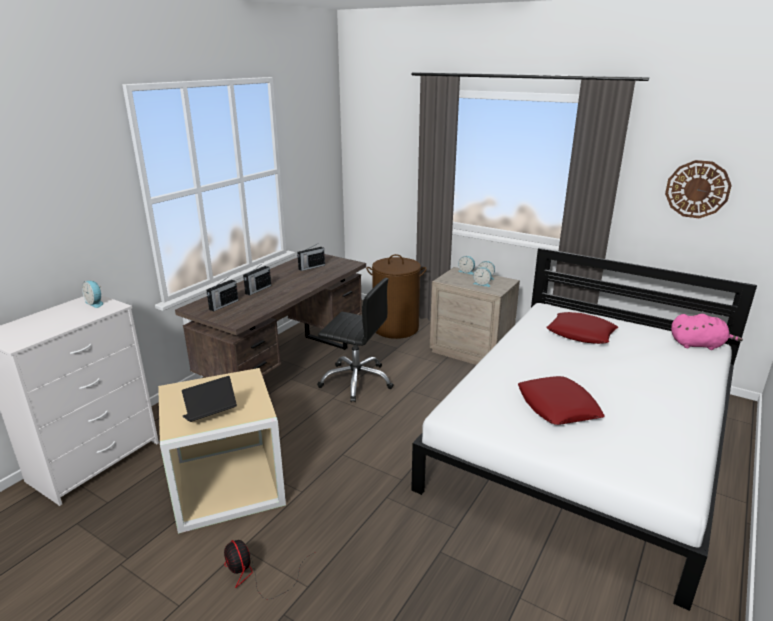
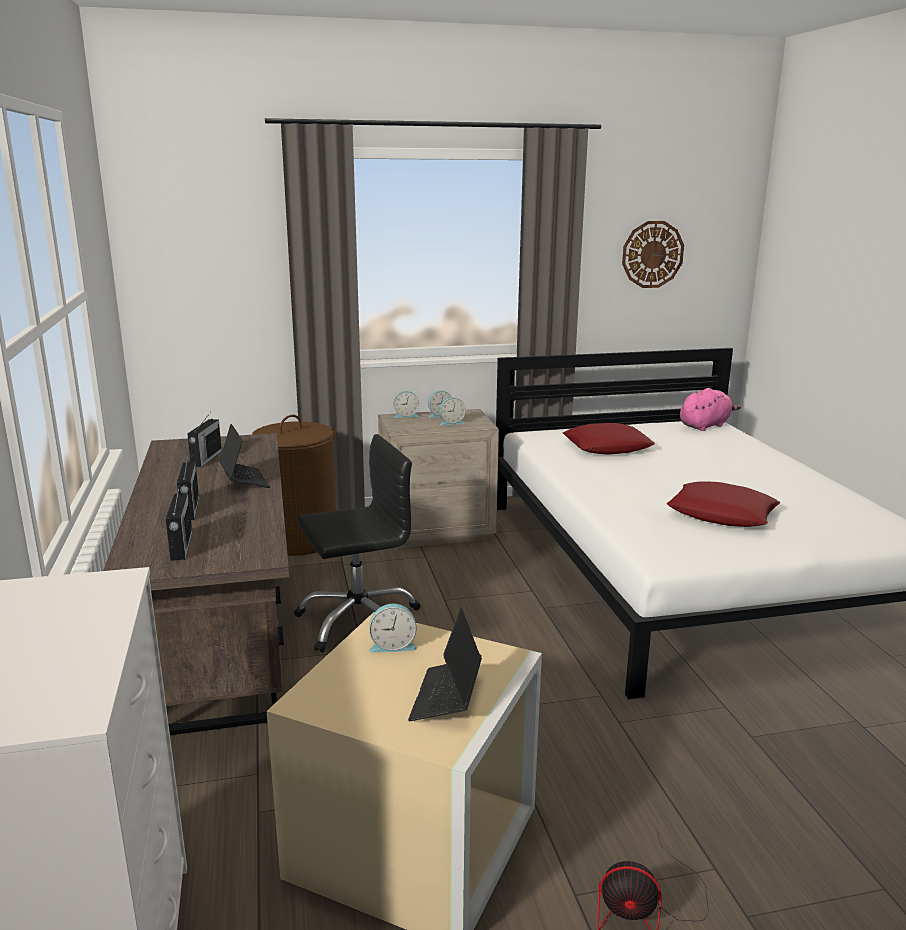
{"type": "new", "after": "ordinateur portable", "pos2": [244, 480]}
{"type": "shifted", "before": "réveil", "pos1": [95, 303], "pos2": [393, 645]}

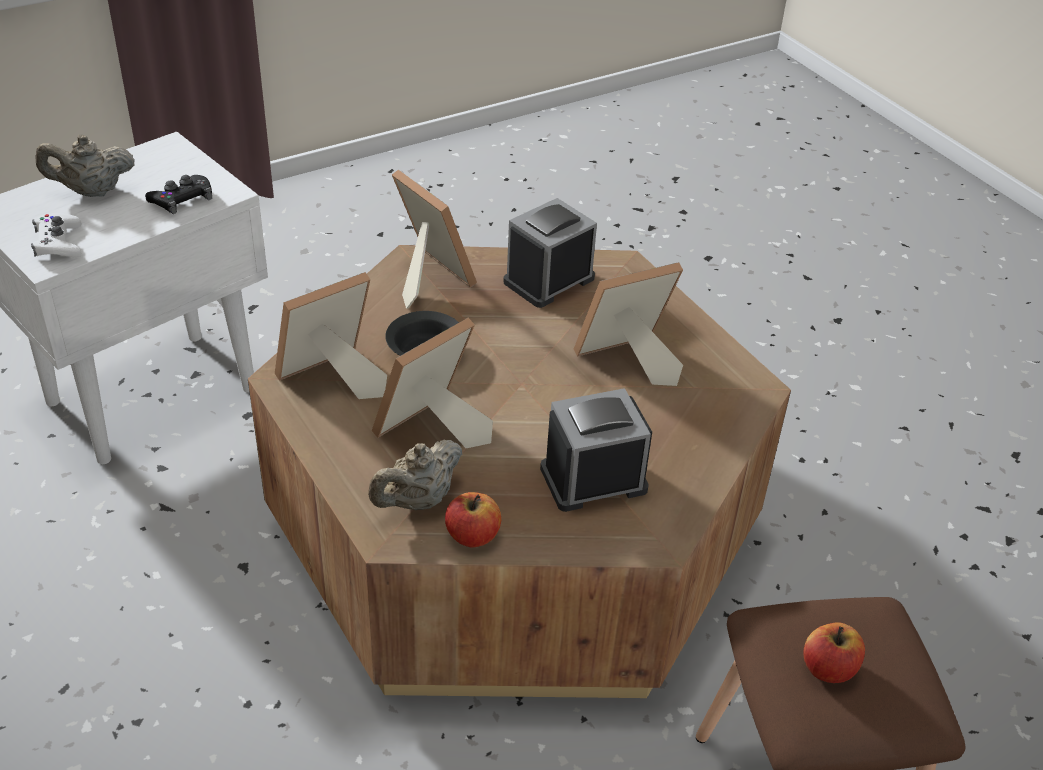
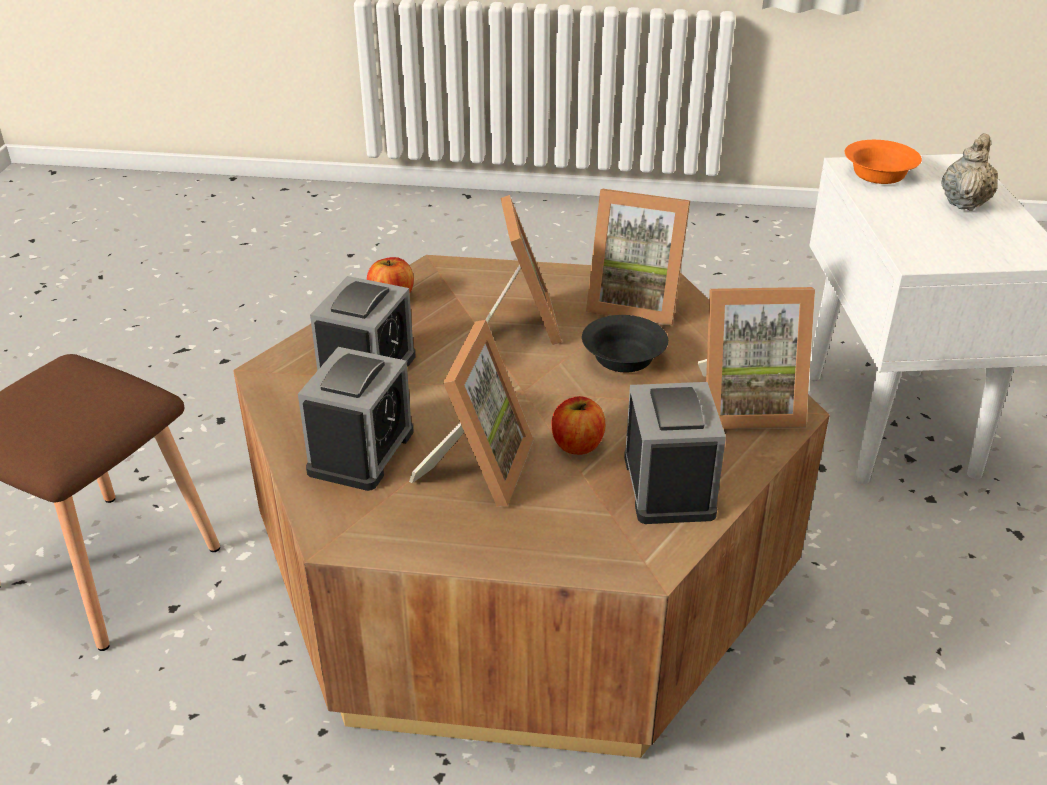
{"type": "new", "after": "réveil", "pos2": [361, 451]}
{"type": "shifted", "before": "pomme", "pos1": [829, 668], "pos2": [577, 445]}
{"type": "rotated", "before": "cadre photo", "pos1": [331, 380], "pos2": [635, 302], "turn": 105}
{"type": "swapped", "before": "manette (blanc)", "after": "bol (orange)", "pos1": [58, 243], "pos2": [880, 174]}
{"type": "gone", "before": "manette (noir)", "pos1": [181, 199]}
{"type": "gone", "before": "théière (beige)", "pos1": [417, 501]}

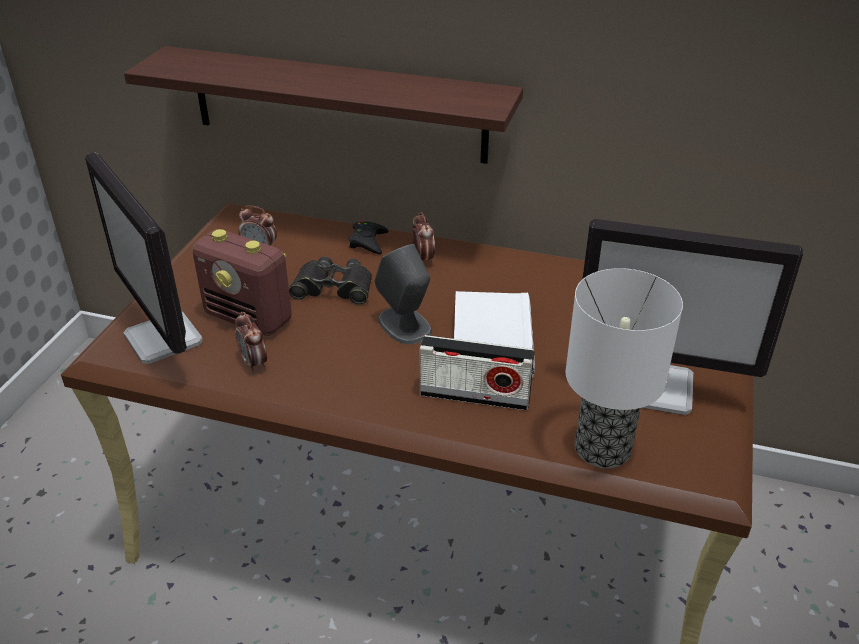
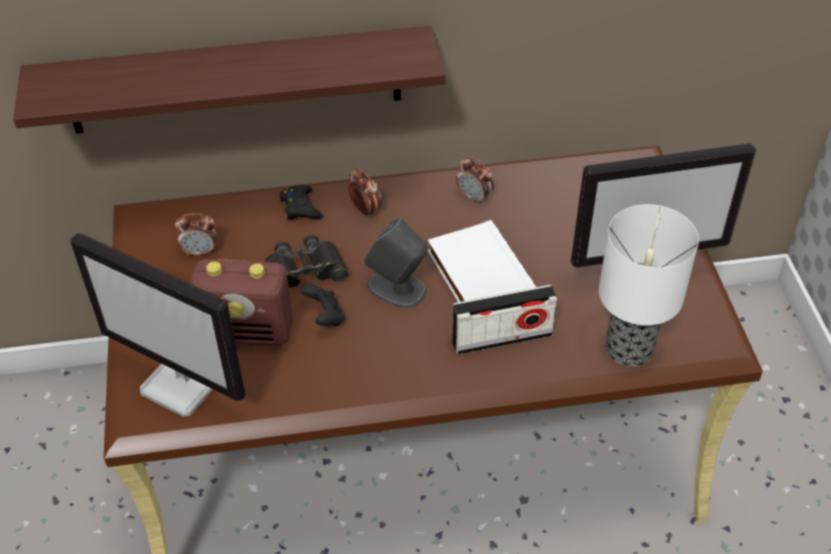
{"type": "new", "after": "manette (noir)", "pos2": [325, 317]}
{"type": "shifted", "before": "réveil", "pos1": [254, 363], "pos2": [474, 197]}

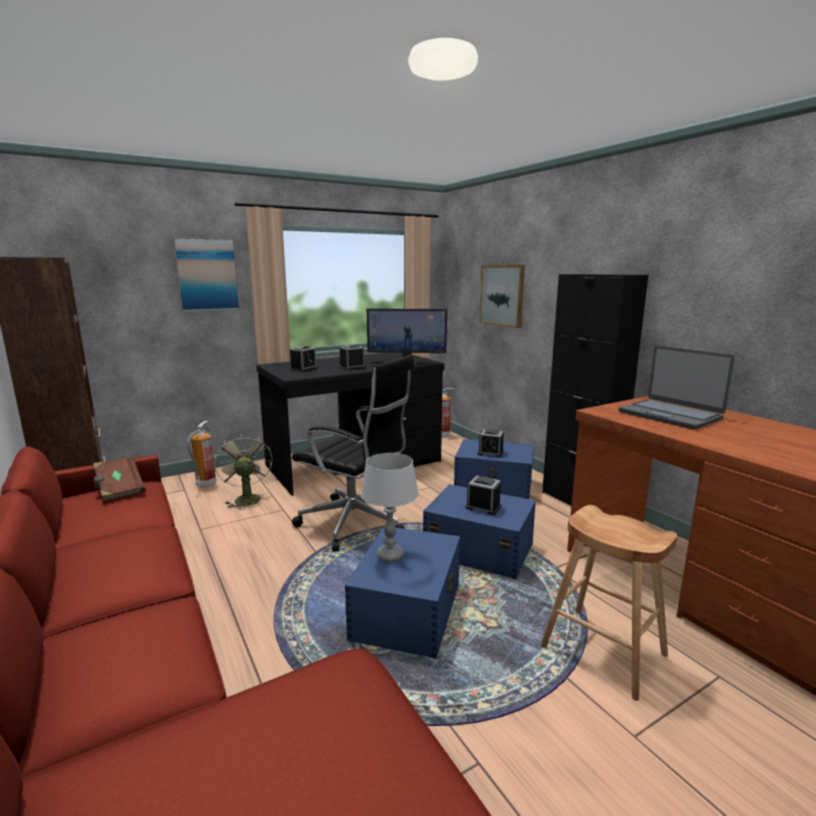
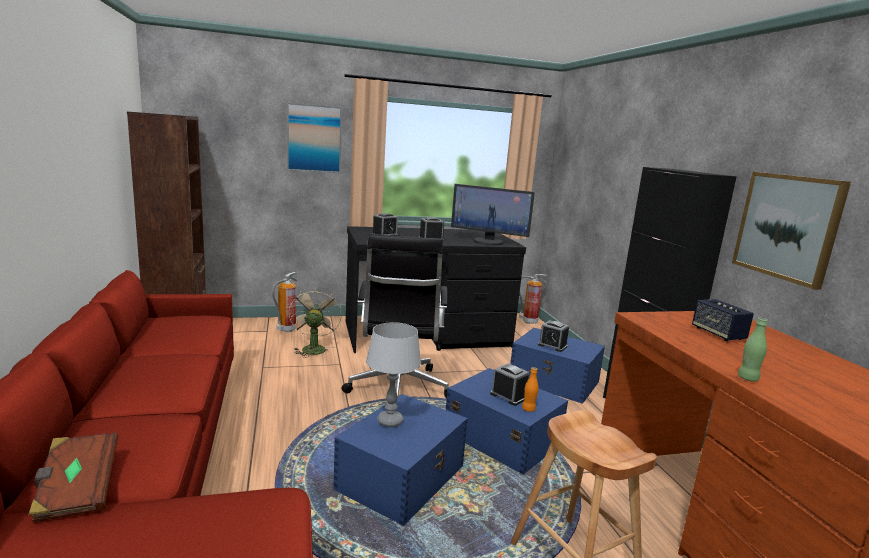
{"type": "shifted", "before": "livre (marron)", "pos1": [119, 490], "pos2": [77, 491]}
{"type": "rotated", "before": "chaise de bureau (noir)", "pos1": [356, 523], "pos2": [398, 389], "turn": 45}
{"type": "new", "after": "bouteille (orange)", "pos2": [528, 409]}
{"type": "swapped", "before": "ordinateur portable", "after": "enceinte", "pos1": [670, 415], "pos2": [718, 334]}
{"type": "shifted", "before": "tableau", "pos1": [502, 295], "pos2": [787, 227]}
{"type": "new", "after": "bouteille (vert)", "pos2": [747, 378]}

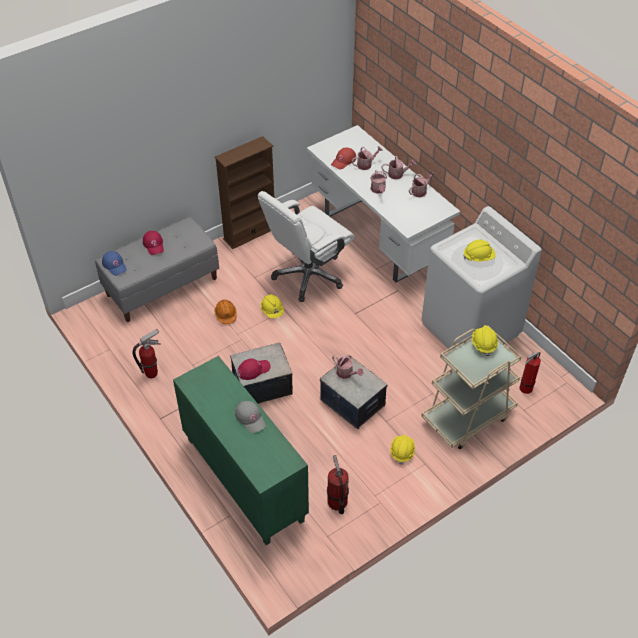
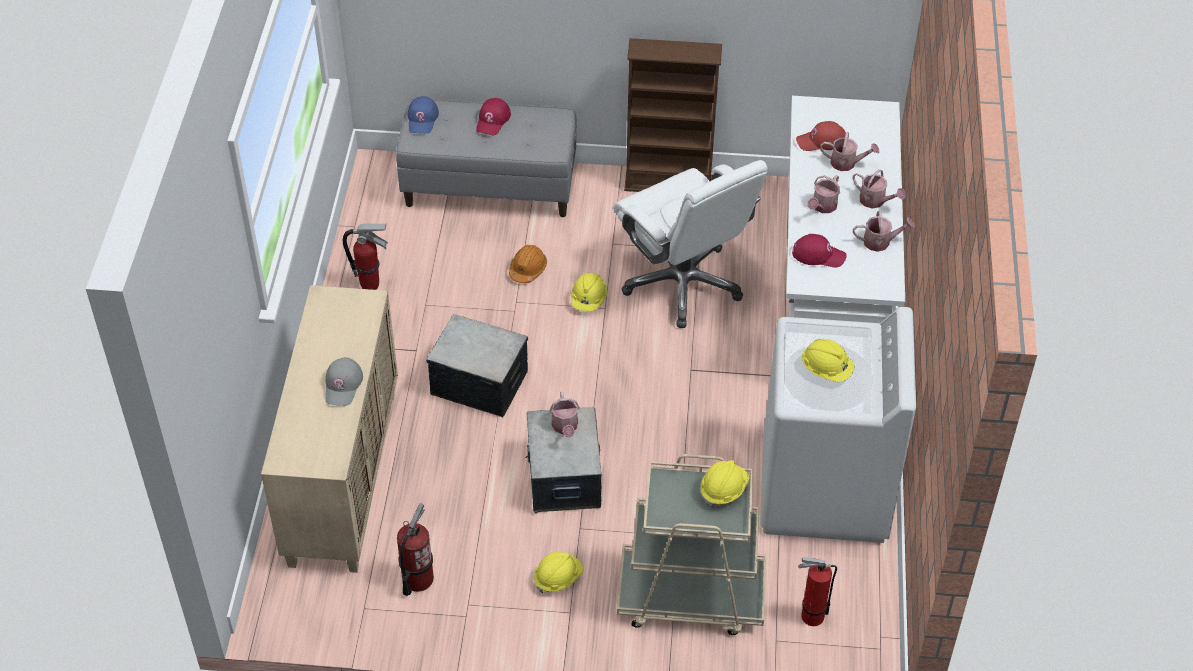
{"type": "repainted", "before": "meuble de rangement (vert)", "after": "meuble de rangement (beige)", "pos1": [243, 479], "pos2": [342, 476]}
{"type": "rotated", "before": "chaise de bureau (blanc)", "pos1": [308, 275], "pos2": [683, 283], "turn": -120}
{"type": "shifted", "before": "casquette (rouge)", "pos1": [253, 369], "pos2": [818, 255]}

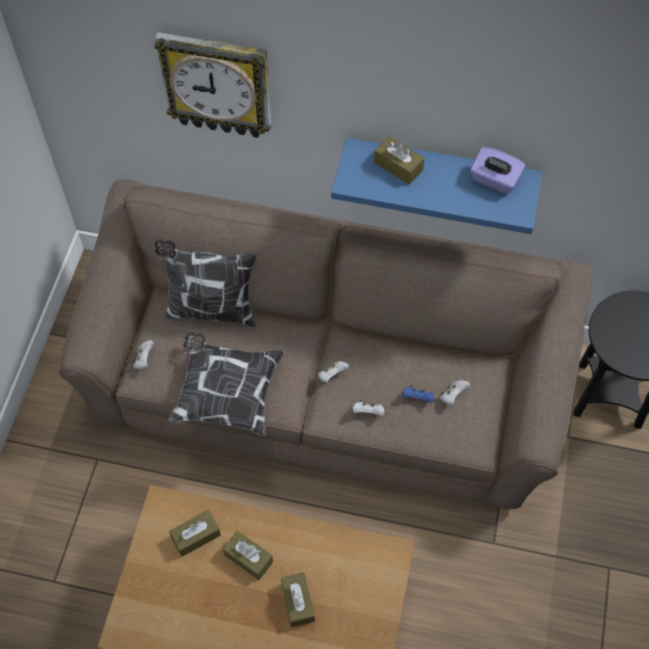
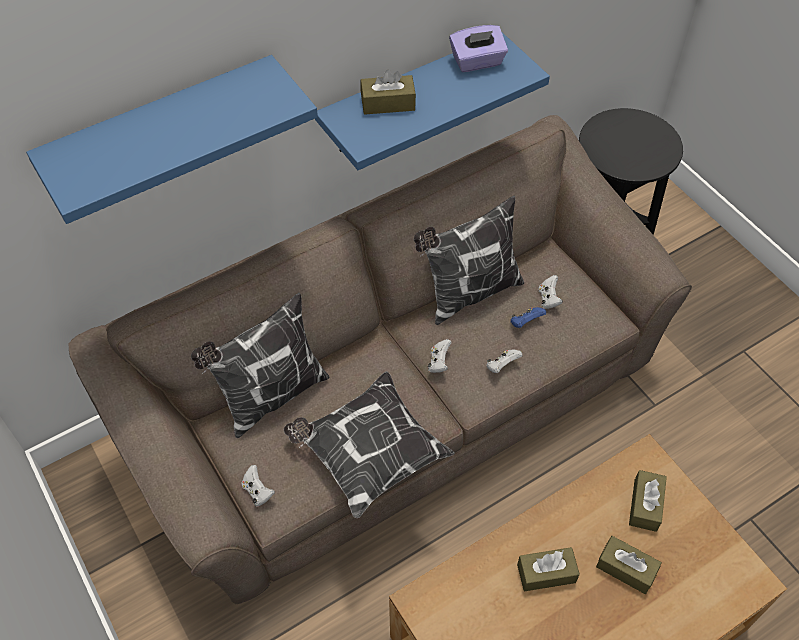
{"type": "swapped", "before": "horloge murale", "after": "étagère (bleu)", "pos1": [217, 84], "pos2": [162, 129]}
{"type": "new", "after": "coussin", "pos2": [468, 293]}
{"type": "shifted", "before": "boîte à mouchoirs (marron)", "pos1": [196, 536], "pos2": [645, 505]}

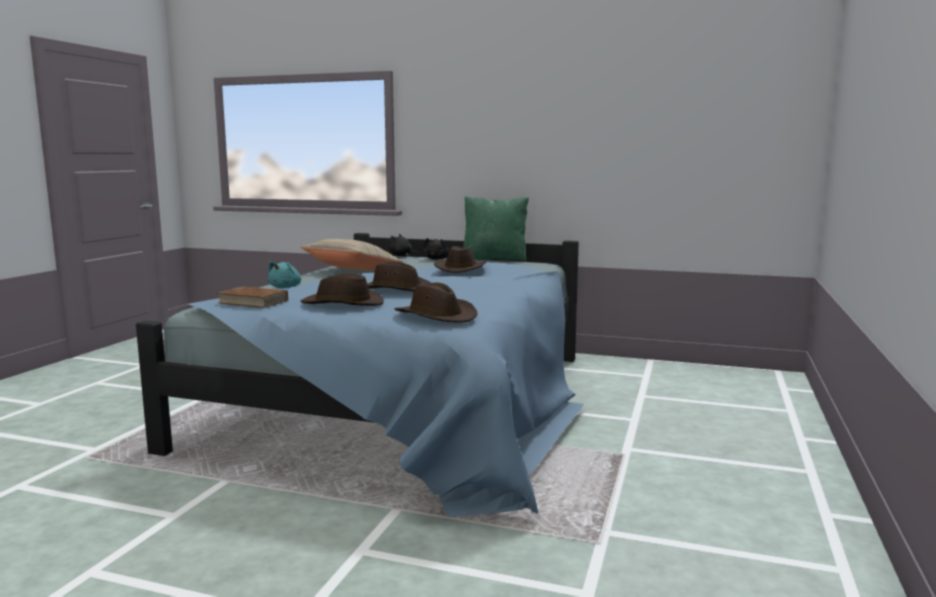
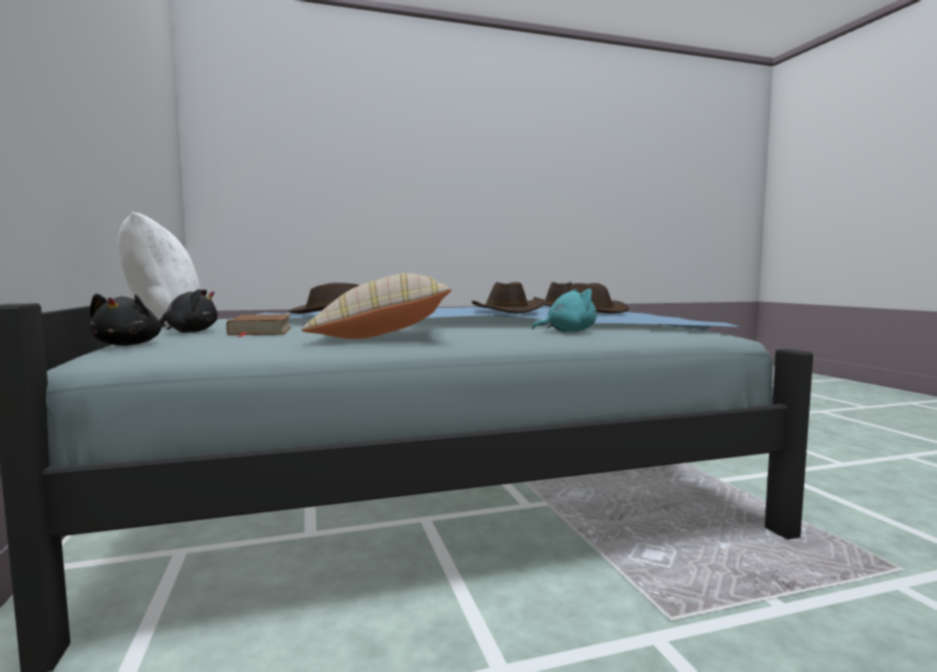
{"type": "repainted", "before": "coussin (vert)", "after": "coussin (blanc)", "pos1": [494, 259], "pos2": [164, 325]}
{"type": "shifted", "before": "livre (marron)", "pos1": [253, 301], "pos2": [261, 331]}

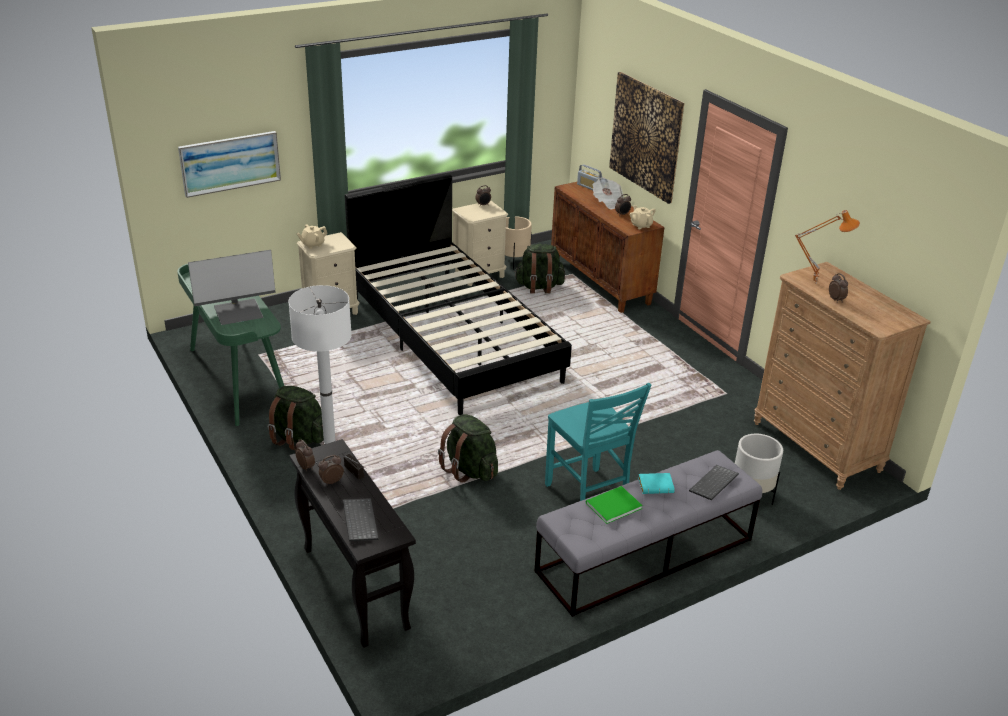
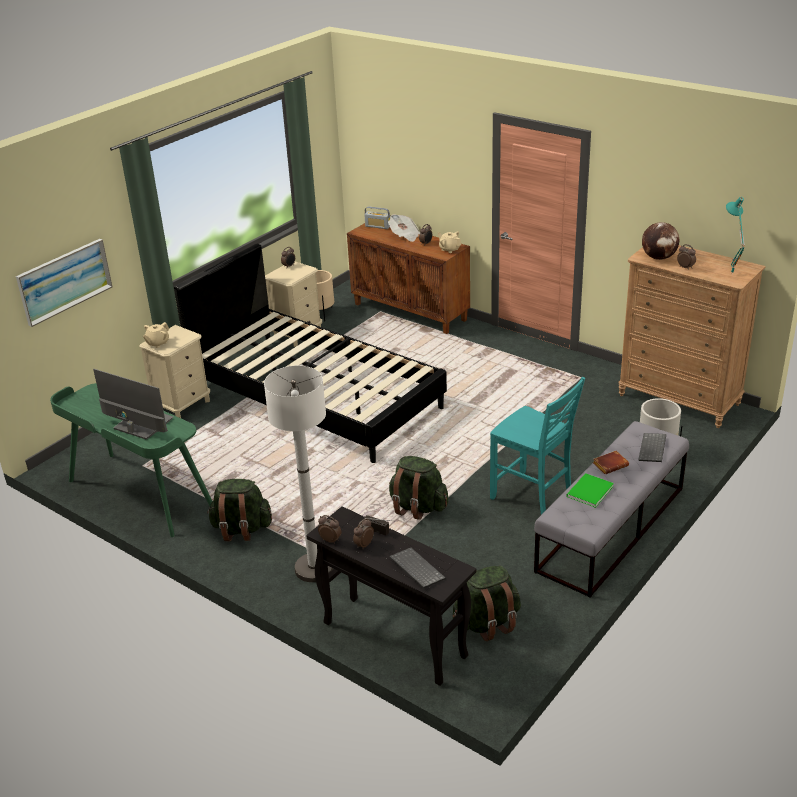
{"type": "rotated", "before": "écran d'ordinateur", "pos1": [238, 312], "pos2": [142, 424], "turn": -105}
{"type": "shifted", "before": "sac à dos (vert)", "pos1": [539, 287], "pos2": [487, 623]}
{"type": "repainted", "before": "livre (turquoise)", "after": "livre (marron)", "pos1": [656, 486], "pos2": [610, 464]}
{"type": "swapped", "before": "lampe de table (orange)", "after": "globe", "pos1": [815, 282], "pos2": [659, 258]}
{"type": "new", "after": "lampe de table (turquoise)", "pos2": [730, 274]}
{"type": "gone", "before": "tableau", "pos1": [646, 136]}

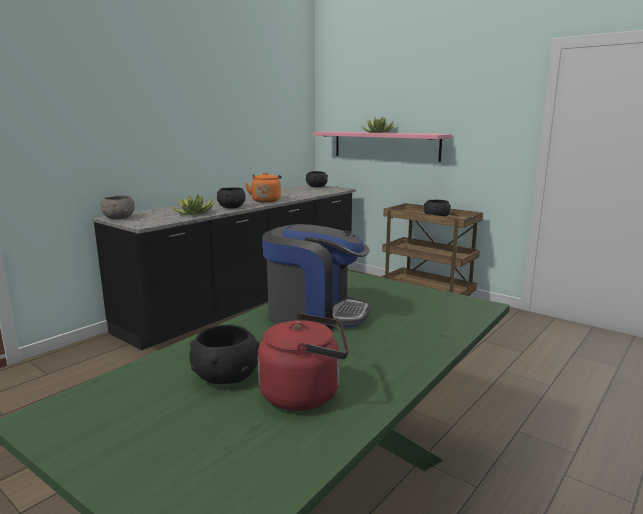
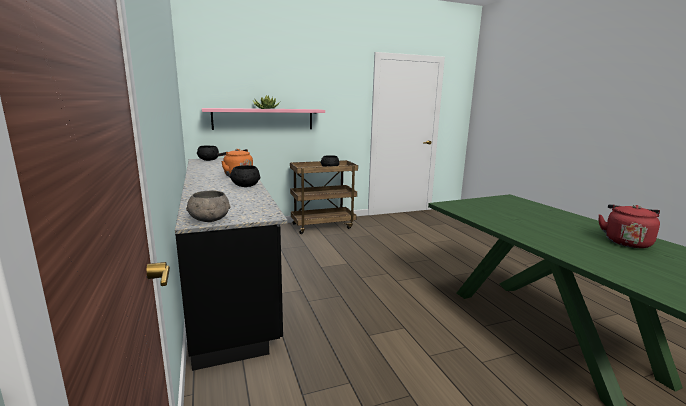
{"type": "gone", "before": "plante en pot", "pos1": [195, 213]}
{"type": "gone", "before": "bol (noir)", "pos1": [226, 376]}
{"type": "gone", "before": "machine à café", "pos1": [315, 314]}

